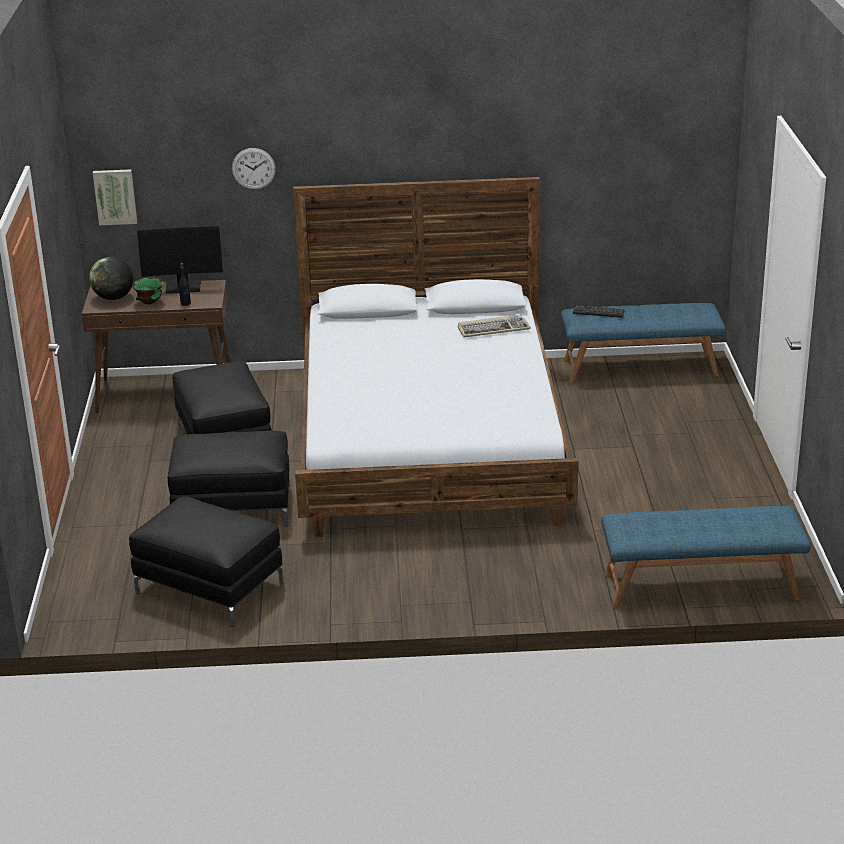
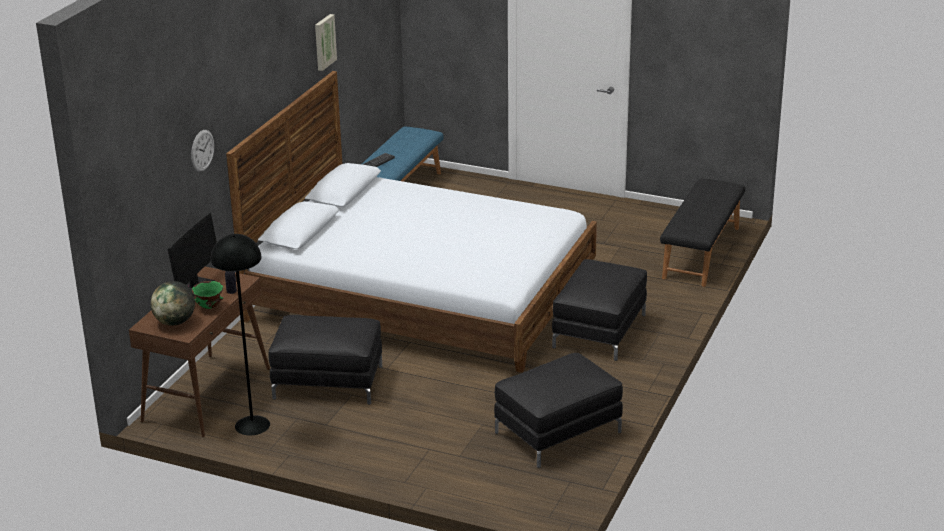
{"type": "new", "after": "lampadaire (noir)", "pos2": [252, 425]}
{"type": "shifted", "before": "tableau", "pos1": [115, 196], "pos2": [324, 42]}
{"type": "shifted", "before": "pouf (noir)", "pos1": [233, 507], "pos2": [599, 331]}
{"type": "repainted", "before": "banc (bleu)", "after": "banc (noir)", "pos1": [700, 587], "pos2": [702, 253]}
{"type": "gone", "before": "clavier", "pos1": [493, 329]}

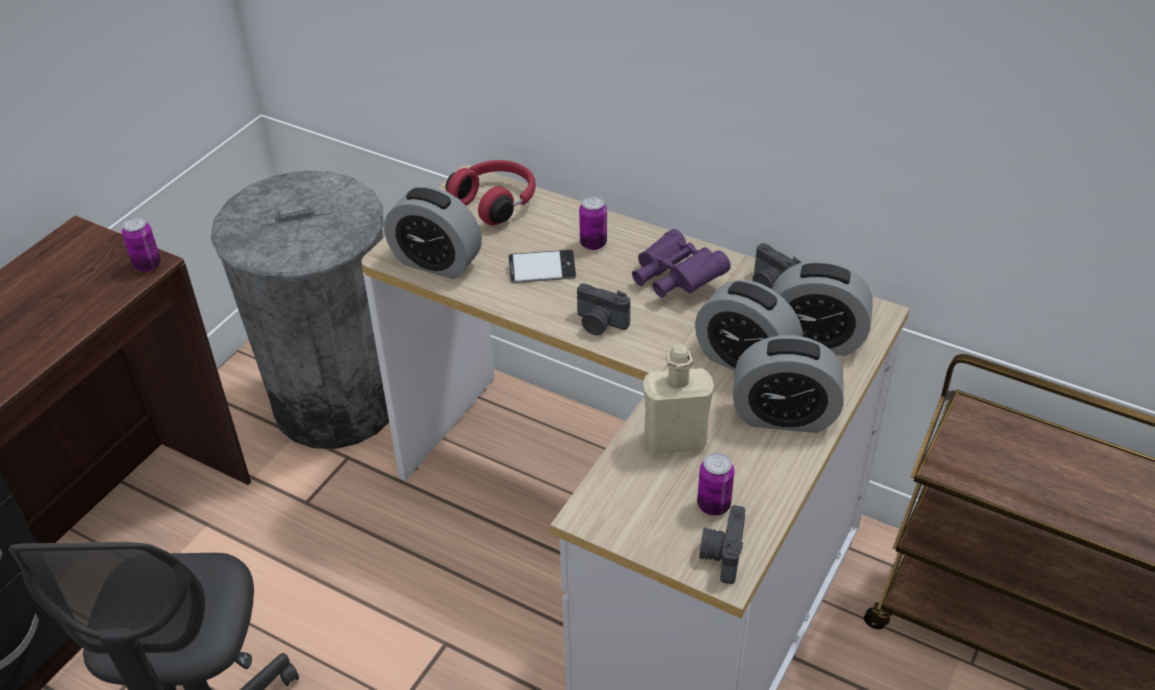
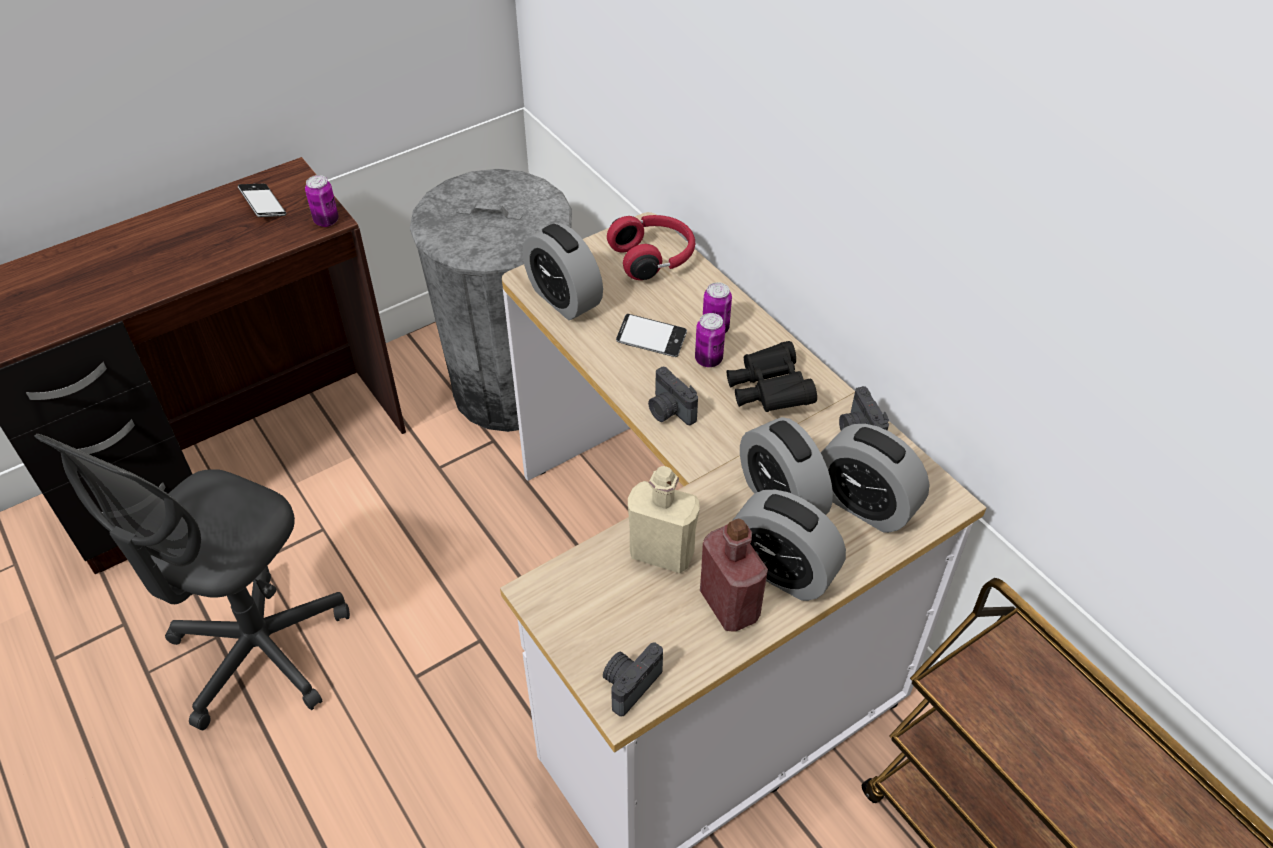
{"type": "new", "after": "téléphone", "pos2": [263, 205]}
{"type": "shifted", "before": "boîte métallique", "pos1": [713, 505], "pos2": [708, 360]}
{"type": "new", "after": "bouteille (rouge)", "pos2": [729, 605]}
{"type": "repainted", "before": "jumelles (violet)", "after": "jumelles (noir)", "pos1": [675, 279], "pos2": [768, 392]}

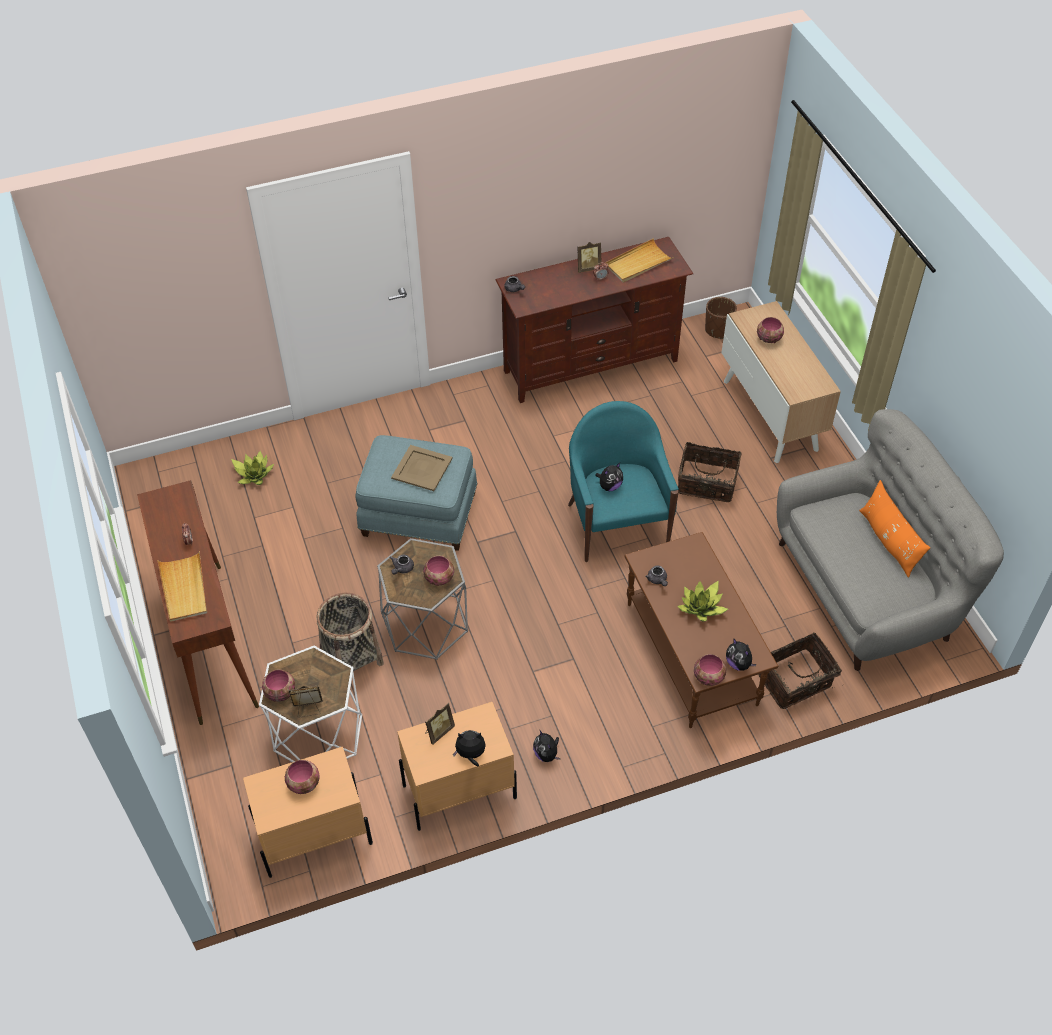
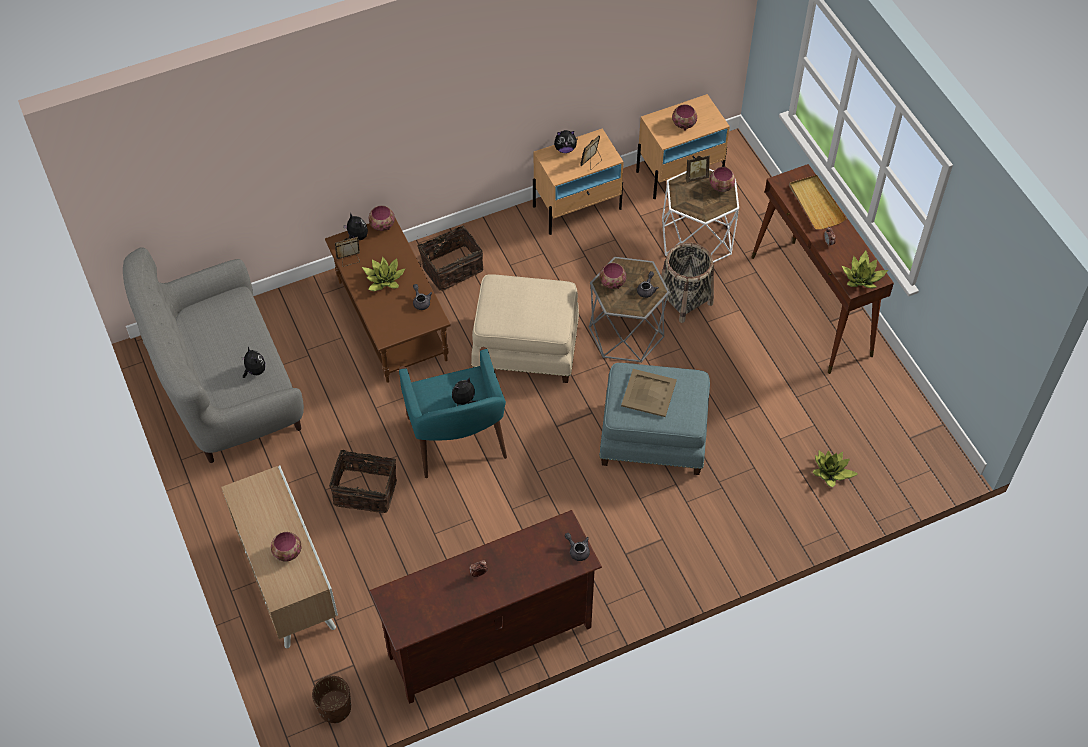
{"type": "shifted", "before": "peluche", "pos1": [546, 754], "pos2": [254, 371]}
{"type": "shifted", "before": "cadre photo", "pos1": [588, 268], "pos2": [349, 260]}
{"type": "shifted", "before": "panier", "pos1": [795, 682], "pos2": [451, 267]}
{"type": "new", "after": "pouf (beige)", "pos2": [526, 347]}
{"type": "new", "after": "plante en pot", "pos2": [862, 278]}
{"type": "gone", "before": "plateau (beige)", "pos1": [638, 263]}
{"type": "gone", "before": "coussin (orange)", "pos1": [889, 541]}

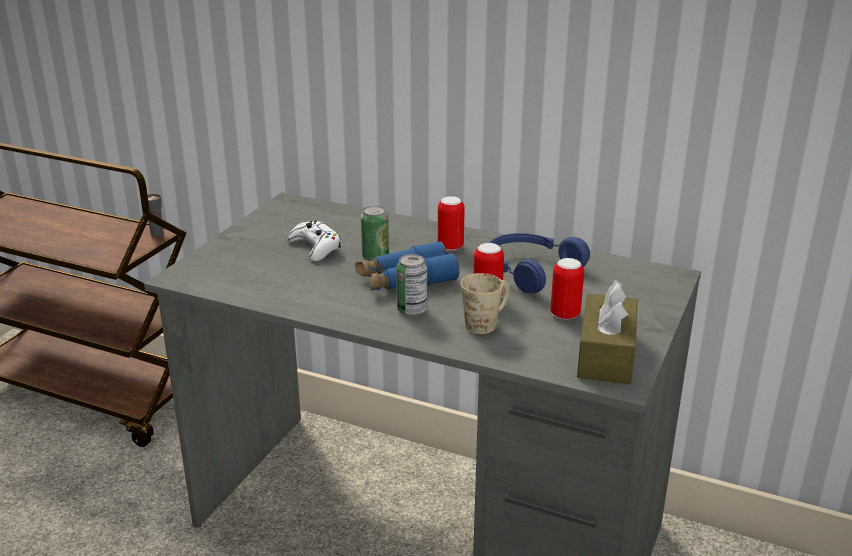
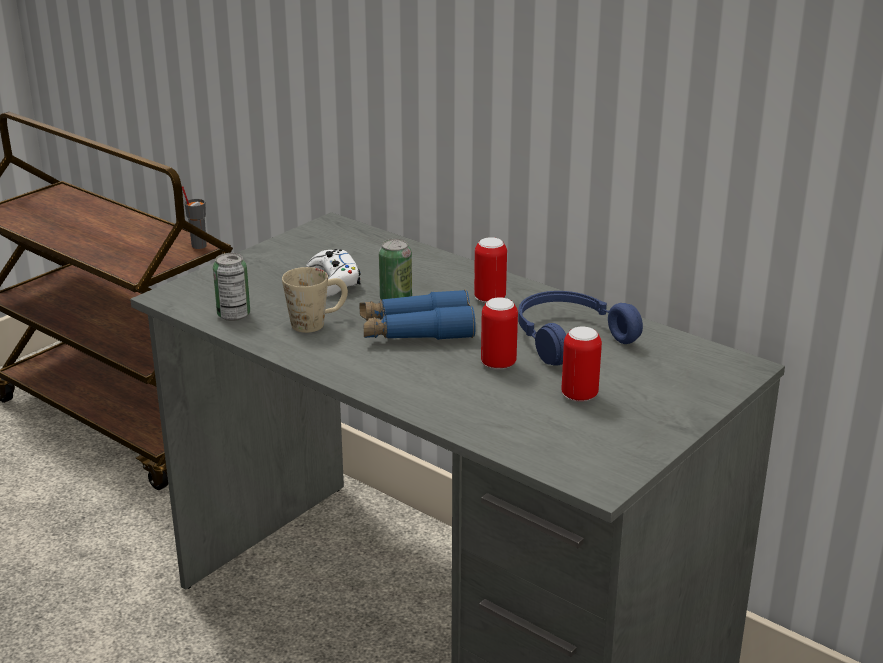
{"type": "shifted", "before": "boîte métallique", "pos1": [412, 310], "pos2": [233, 315]}
{"type": "shifted", "before": "mug (beige)", "pos1": [487, 322], "pos2": [317, 322]}
{"type": "gone", "before": "boîte à mouchoirs (marron)", "pos1": [606, 355]}

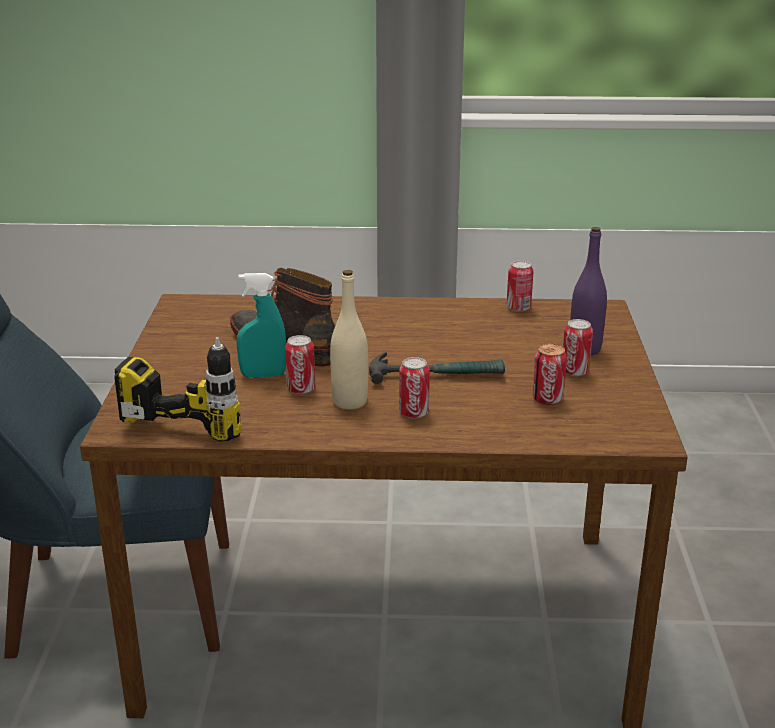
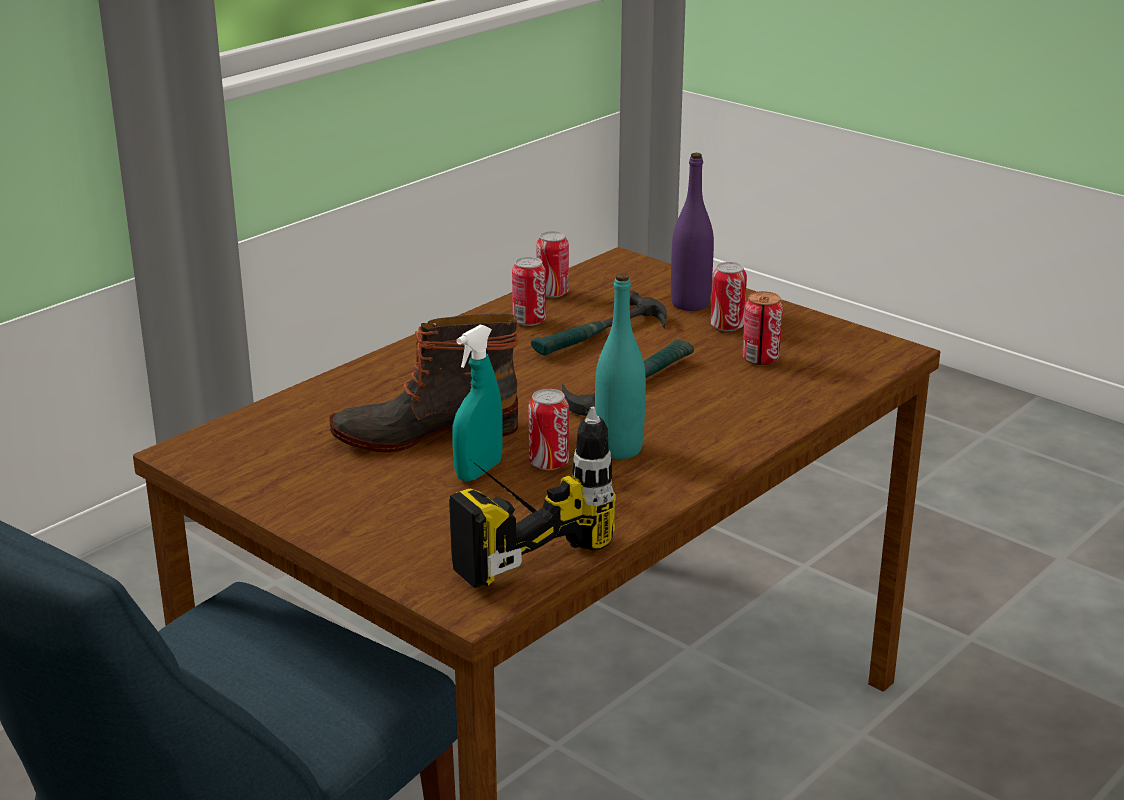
{"type": "shifted", "before": "boîte métallique", "pos1": [413, 413], "pos2": [529, 321]}
{"type": "new", "after": "marteau", "pos2": [600, 336]}
{"type": "repainted", "before": "bouteille (beige)", "after": "bouteille (turquoise)", "pos1": [350, 402], "pos2": [619, 449]}

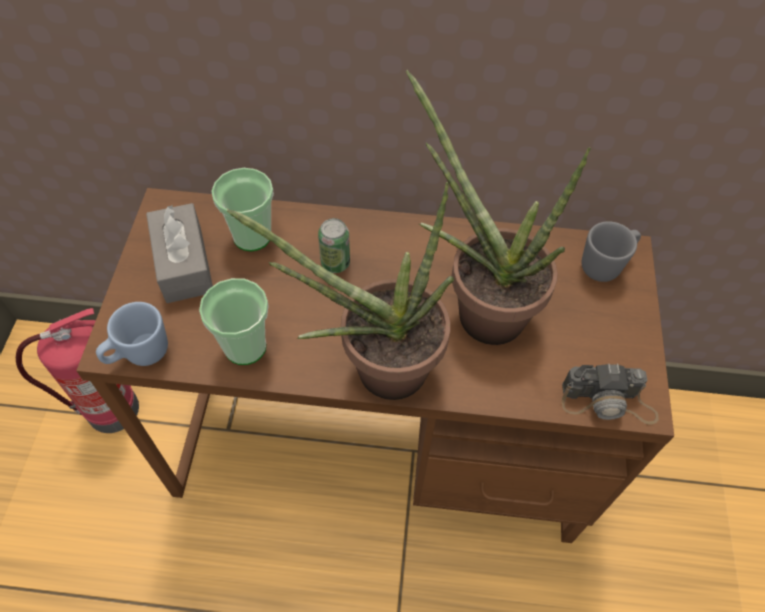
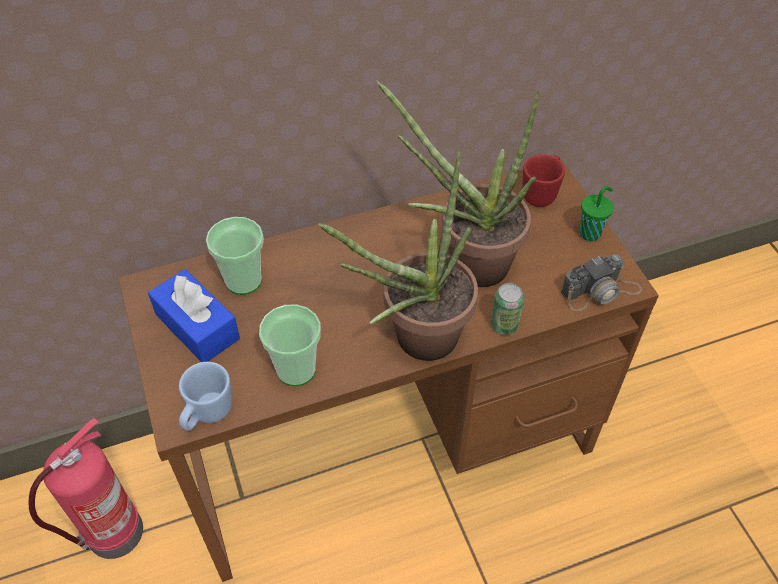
{"type": "repainted", "before": "boîte à mouchoirs (gris)", "after": "boîte à mouchoirs (bleu)", "pos1": [184, 264], "pos2": [197, 326]}
{"type": "shifted", "before": "boîte métallique", "pos1": [335, 263], "pos2": [504, 325]}
{"type": "repainted", "before": "mug (gris)", "after": "mug (rouge)", "pos1": [605, 265], "pos2": [541, 193]}
{"type": "new", "after": "tasse (vert)", "pos2": [590, 233]}

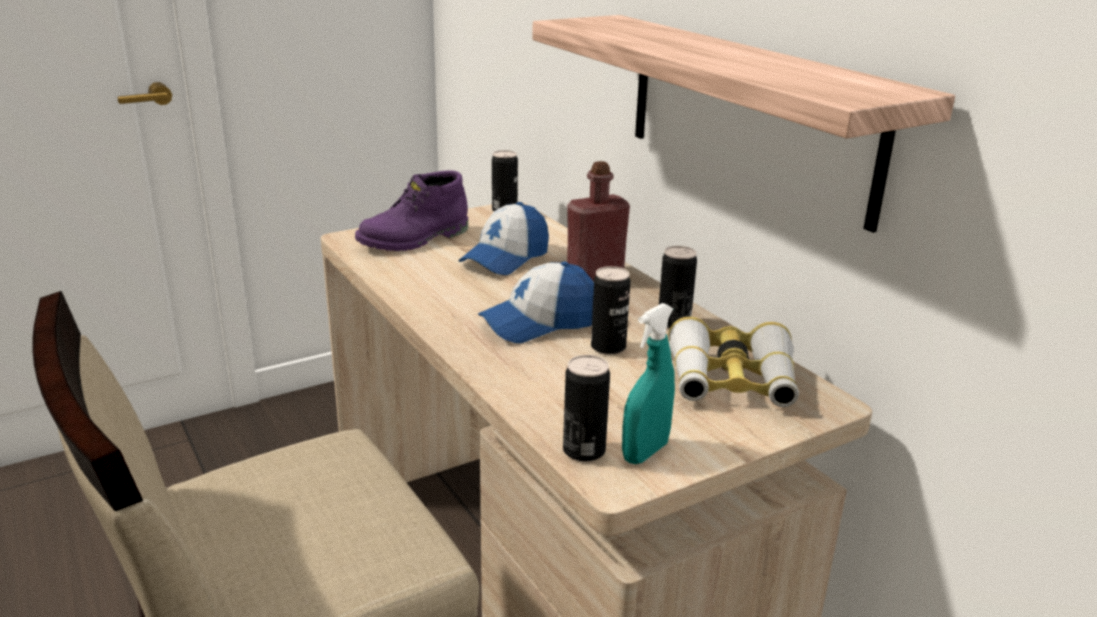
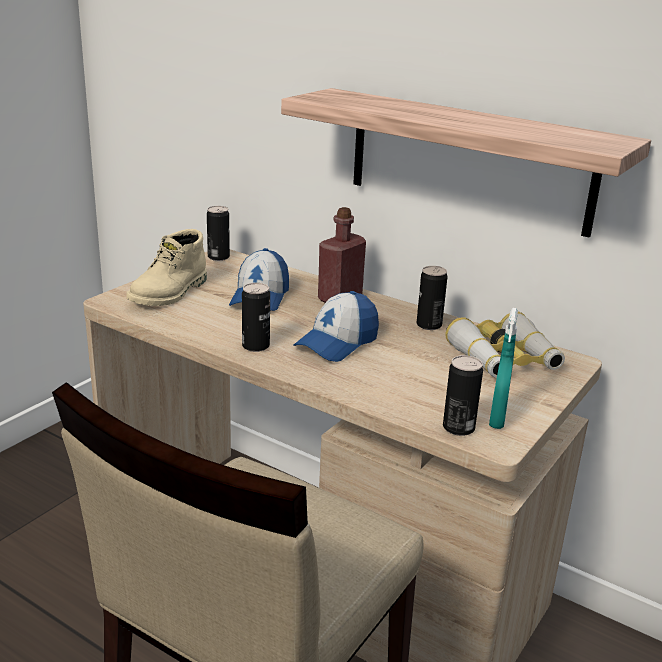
{"type": "repainted", "before": "botte (violet)", "after": "botte (beige)", "pos1": [415, 239], "pos2": [170, 293]}
{"type": "shifted", "before": "boîte métallique", "pos1": [608, 347], "pos2": [255, 346]}

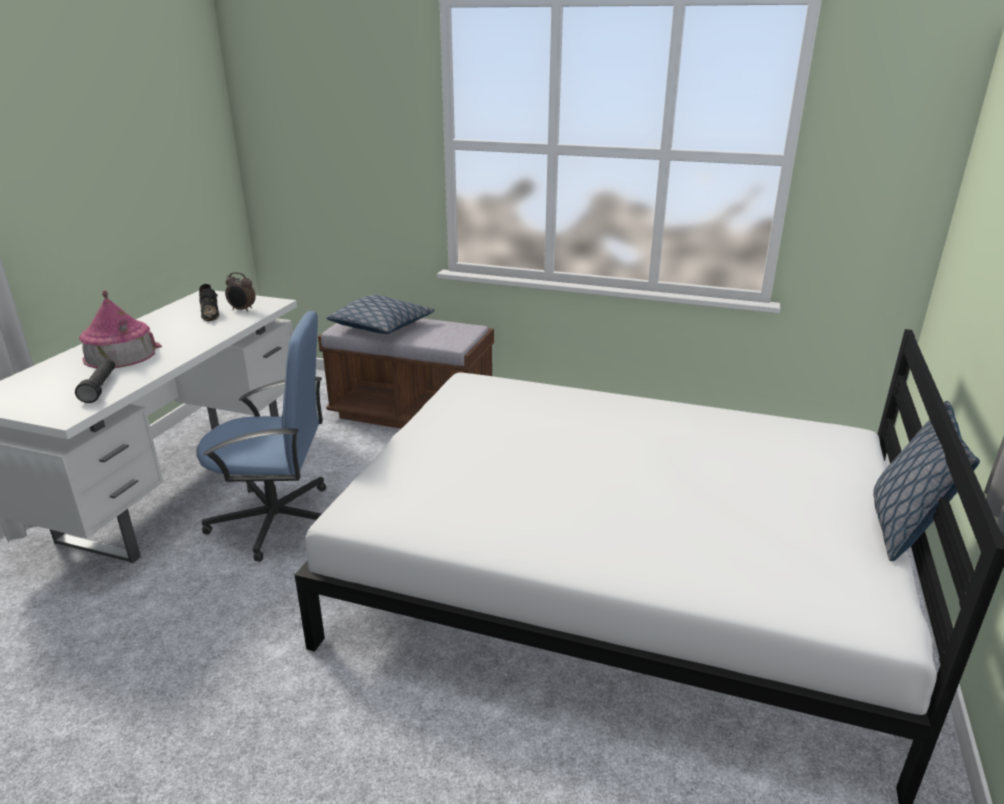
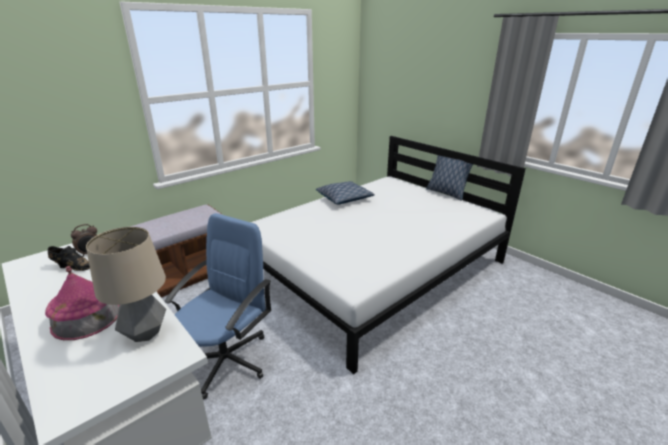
{"type": "swapped", "before": "lampe de poche (noir)", "after": "lampe de table", "pos1": [100, 387], "pos2": [145, 333]}
{"type": "shifted", "before": "coussin", "pos1": [382, 326], "pos2": [344, 198]}

